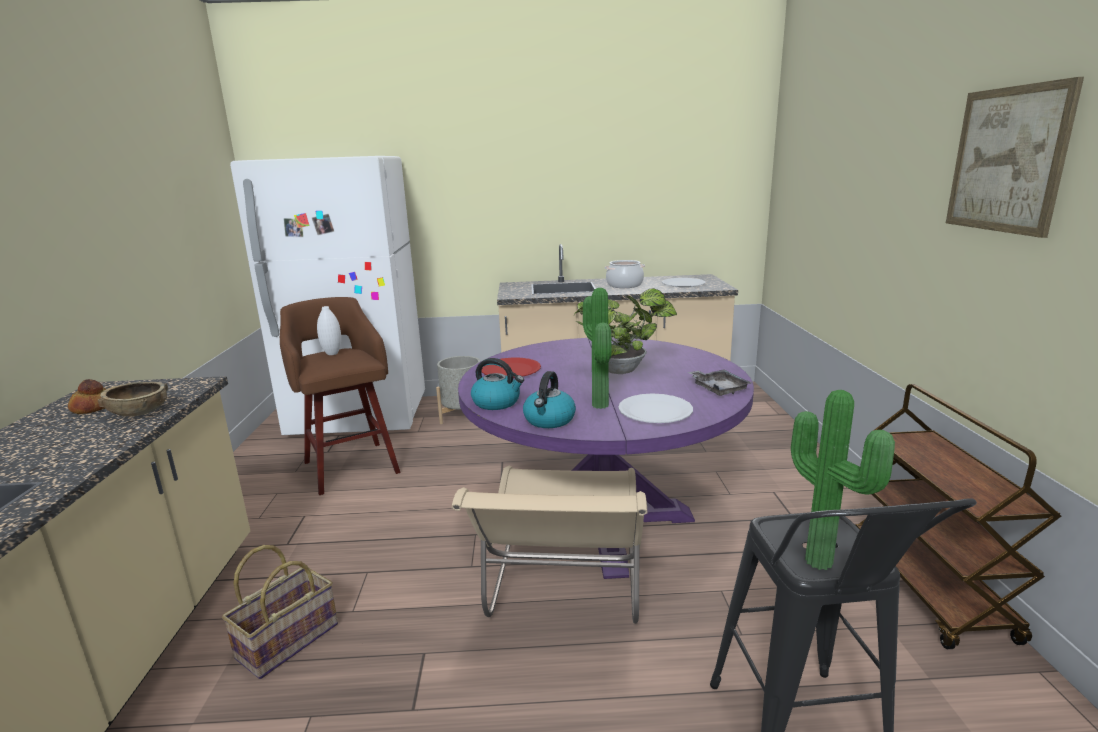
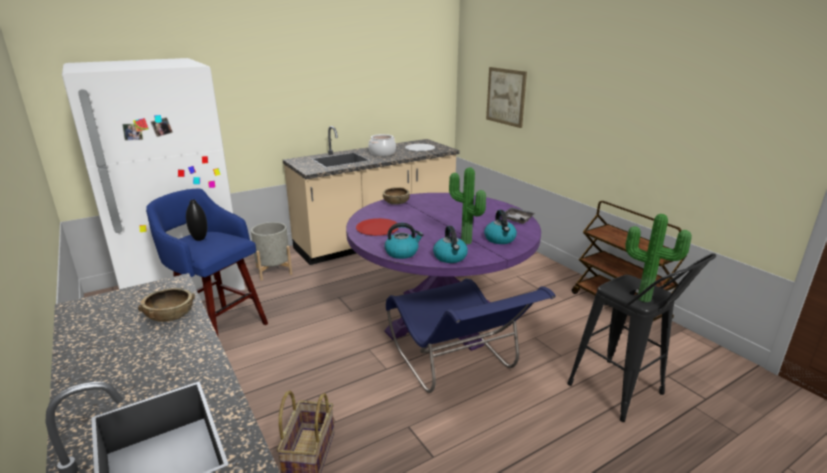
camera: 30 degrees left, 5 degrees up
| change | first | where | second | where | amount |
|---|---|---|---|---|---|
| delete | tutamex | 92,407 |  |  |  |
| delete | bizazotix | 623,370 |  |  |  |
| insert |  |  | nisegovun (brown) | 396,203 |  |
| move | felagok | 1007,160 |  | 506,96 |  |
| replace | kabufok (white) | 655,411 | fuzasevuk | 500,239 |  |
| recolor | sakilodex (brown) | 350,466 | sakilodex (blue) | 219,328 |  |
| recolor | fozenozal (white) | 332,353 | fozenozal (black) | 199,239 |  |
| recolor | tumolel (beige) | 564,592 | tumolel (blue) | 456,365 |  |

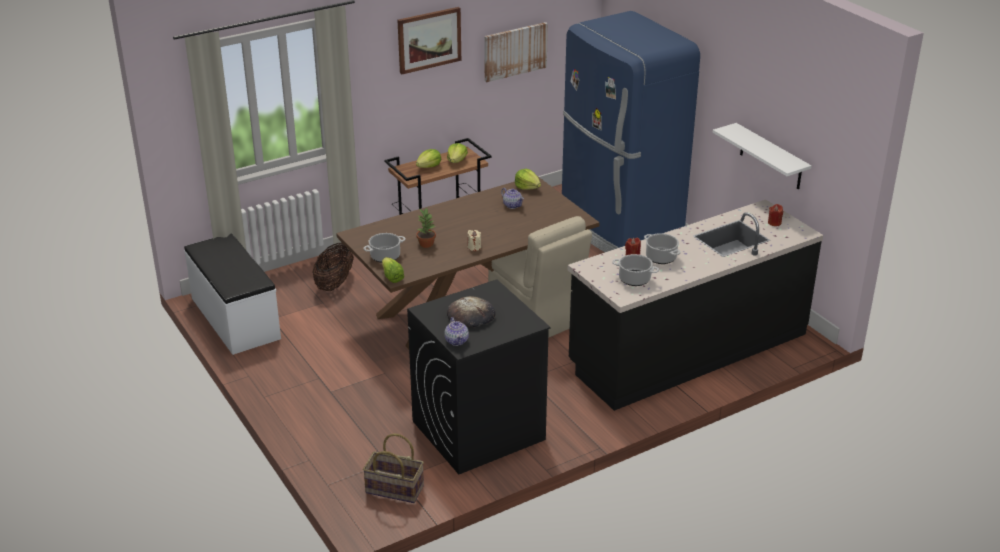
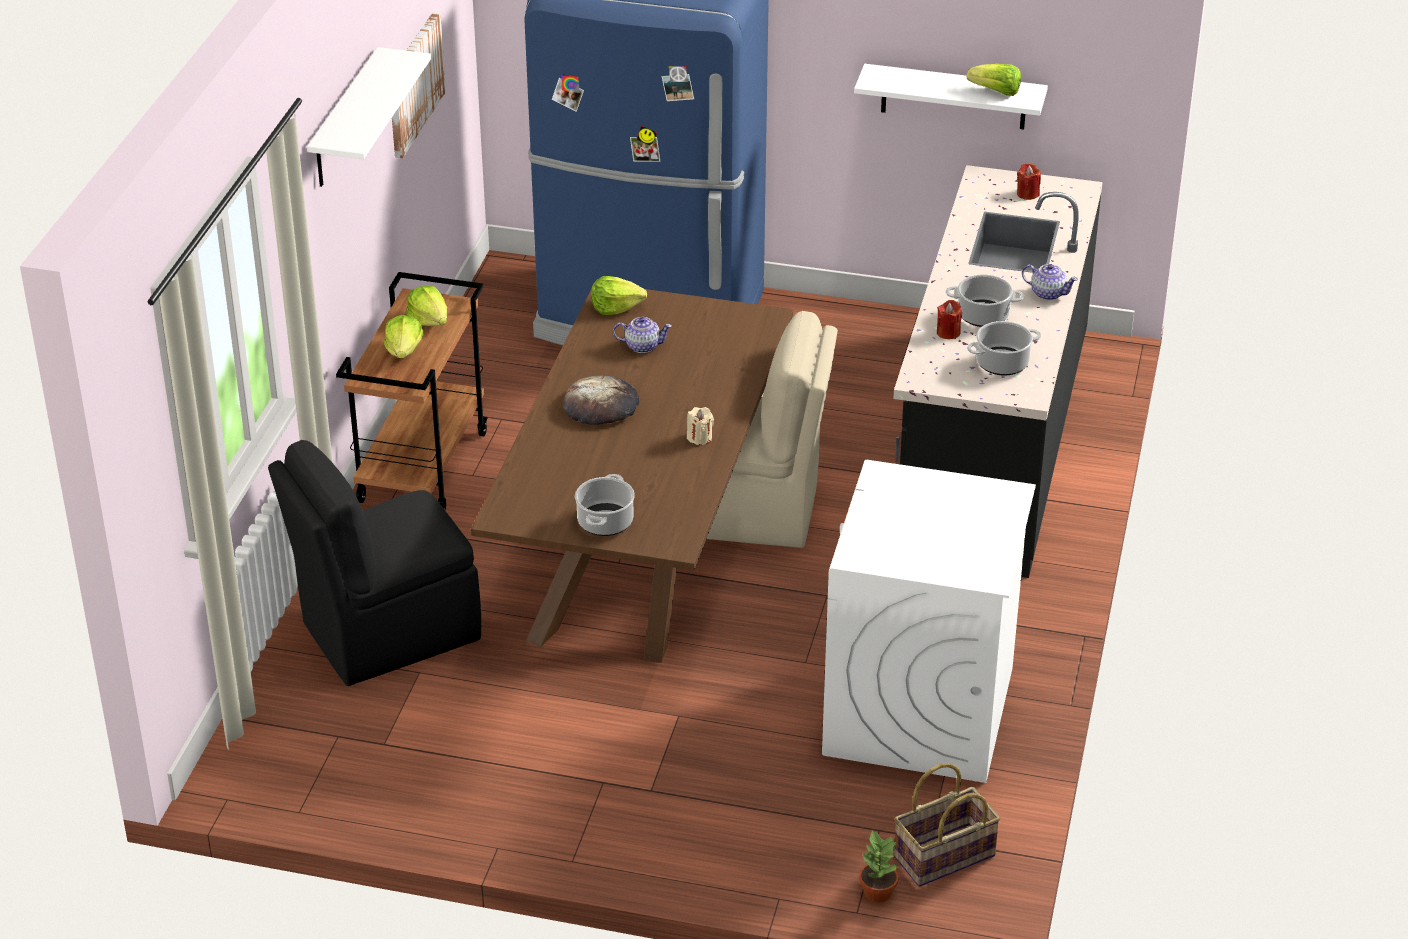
camera: 45 degrees left, 5 degrees up
| change | first | where | second | where | amount |
|---|---|---|---|---|---|
| delete | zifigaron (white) | 234,318 |  |  |  |
| move | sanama | 392,277 |  | 996,92 |  |
| move | bizazotix | 426,244 |  | 877,892 |  |
| move | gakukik | 457,341 |  | 1047,293 |  |
| move | tutamex | 471,316 |  | 601,405 |  |
| replace | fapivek | 334,283 | tumolel (black) | 386,632 |  |
| replace | felagok | 429,39 | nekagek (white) | 345,120 |  |
| recolor | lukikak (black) | 477,431 | lukikak (white) | 919,712 |  |

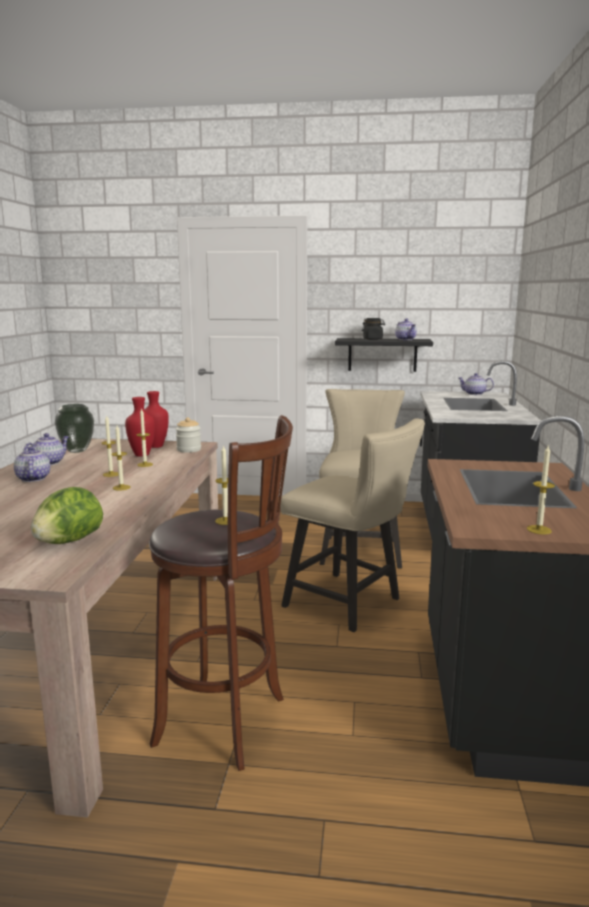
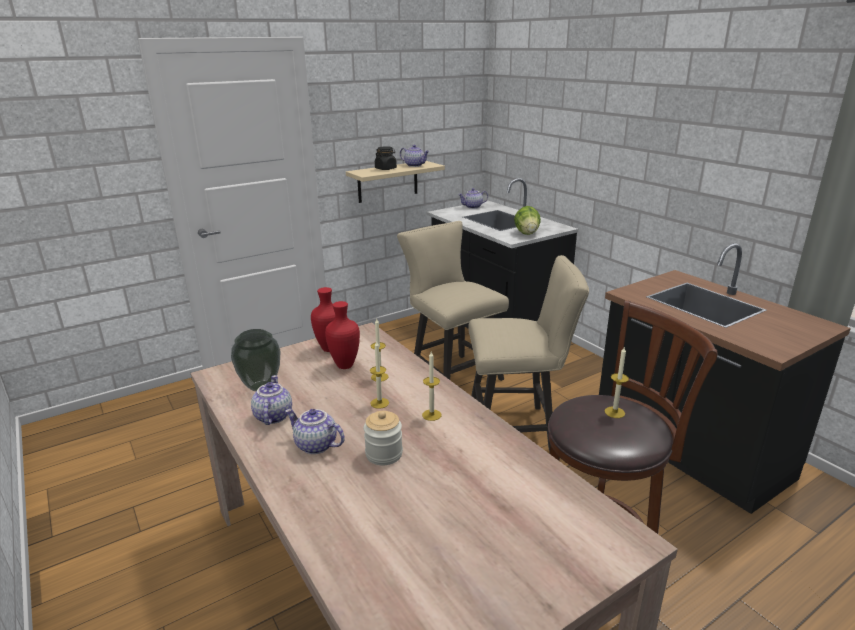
camera: 40 degrees left, 10 degrees up
| change | first | where | second | where | amount |
|---|---|---|---|---|---|
| delete | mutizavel | 539,530 |  |  |  |
| move | sanama | 68,541 |  | 527,233 |  |
| move | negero | 189,449 |  | 384,454 |  |
| recolor | nekagek (black) | 382,354 | nekagek (beige) | 388,182 |  |

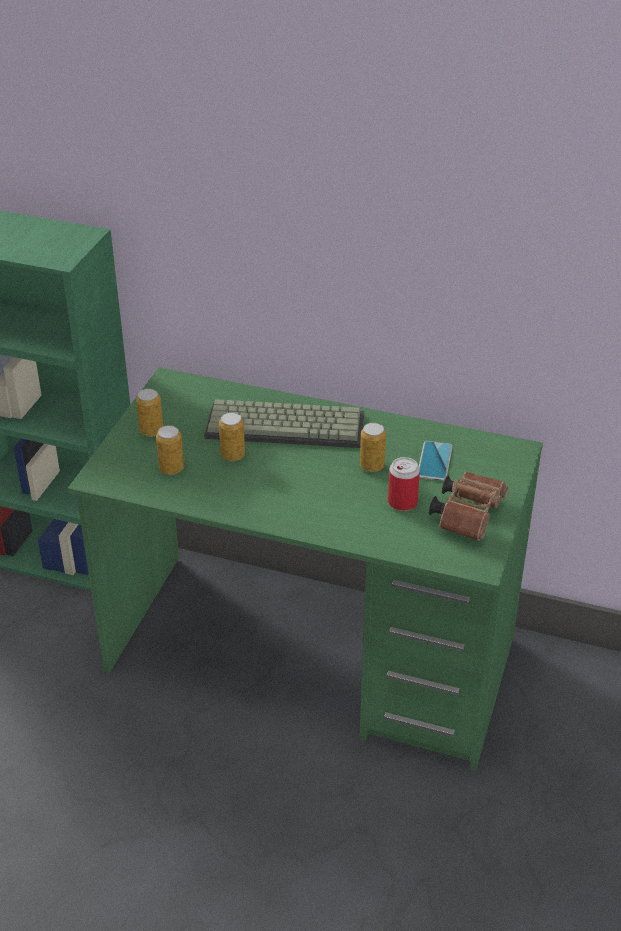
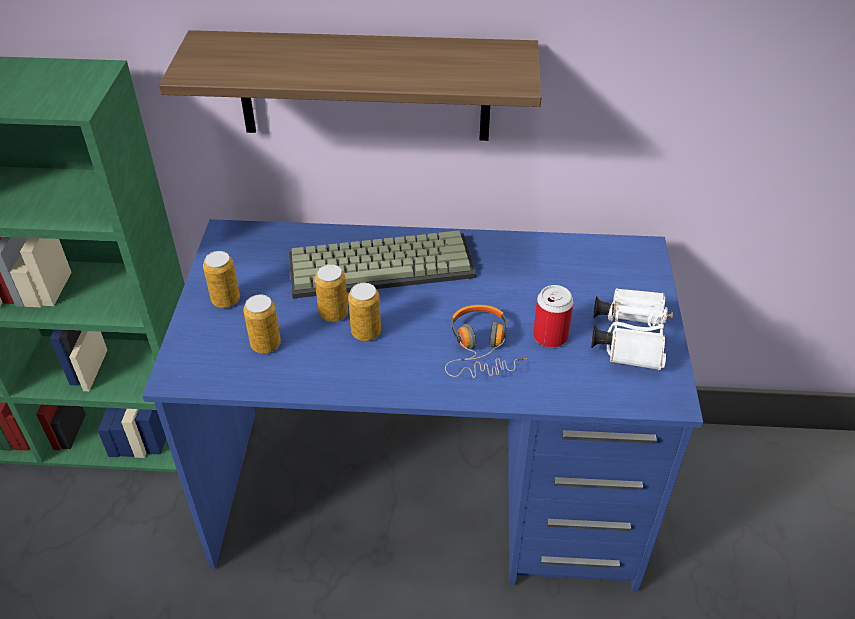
camera: 15 degrees left, 5 degrees up
| change | first | where | second | where | amount |
|---|---|---|---|---|---|
| delete | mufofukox | 434,461 |  |  |  |
| insert |  |  | nekagek | 364,86 |  |
| insert |  |  | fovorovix | 481,349 |  |
| move | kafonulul | 372,466 |  | 366,332 |  |
| recolor | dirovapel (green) | 311,657 | dirovapel (blue) | 428,497 |  |
| recolor | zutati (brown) | 468,515 | zutati (white) | 629,337 |  |

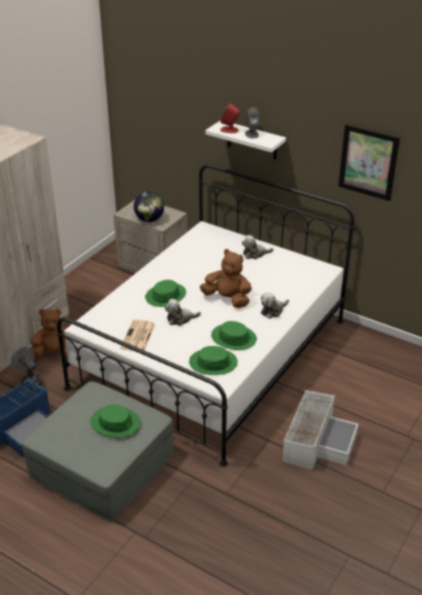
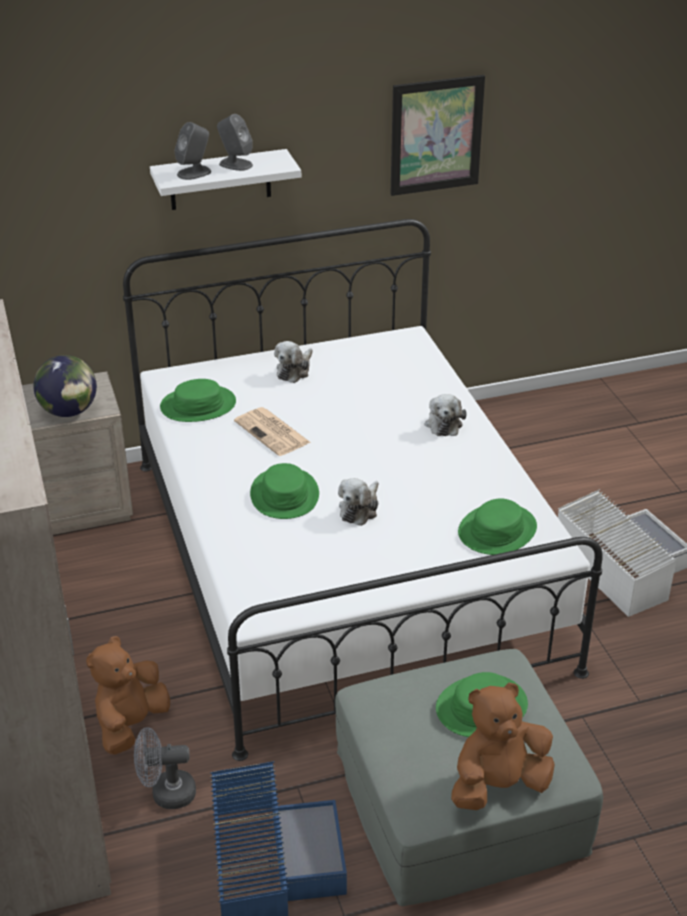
camera: 50 degrees left, 0 degrees up
| change | first | where | second | where | amount |
|---|---|---|---|---|---|
| move | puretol | 138,337 |  | 273,432 |  |
| move | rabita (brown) | 227,299 |  | 498,785 |  |
| move | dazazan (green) | 233,338 |  | 198,405 |  |
| recolor | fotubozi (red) | 229,130 | fotubozi (grey) | 194,173 |  |

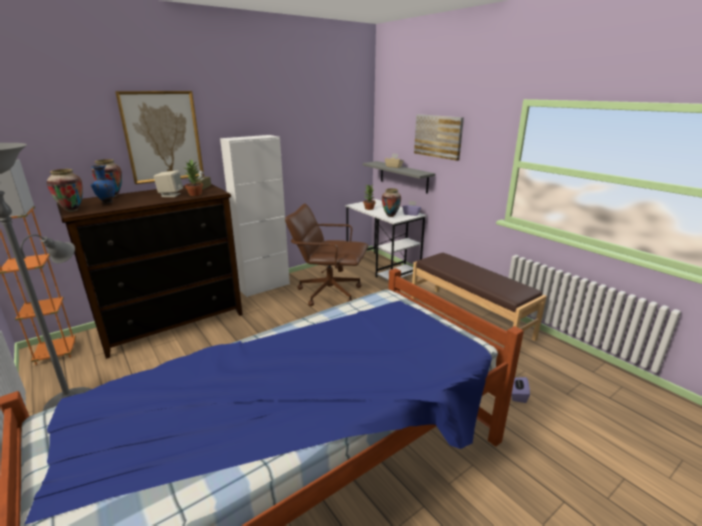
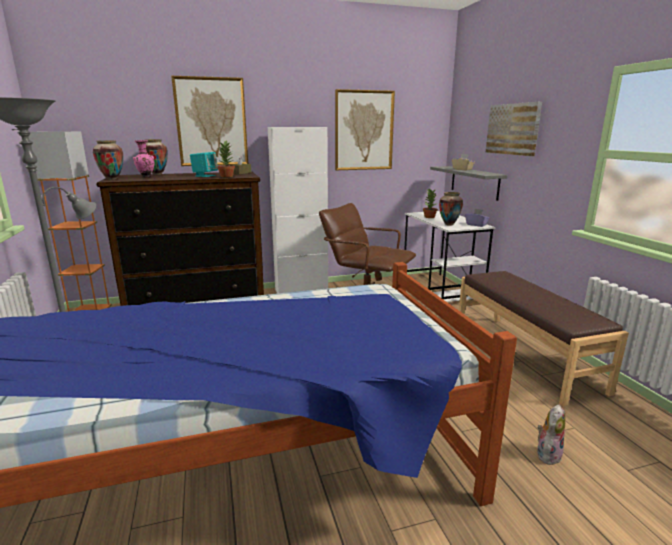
camera: 20 degrees right, 5 degrees down
| change | first | where | second | where | amount |
|---|---|---|---|---|---|
| insert |  |  | felagok | 364,130 |  |
| replace | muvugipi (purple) | 517,395 | rabita | 547,454 |  |
| recolor | fozenozal (blue) | 107,203 | fozenozal (pink) | 146,177 |  |
| recolor | fotubozi (beige) | 170,195 | fotubozi (turquoise) | 205,176 |  |

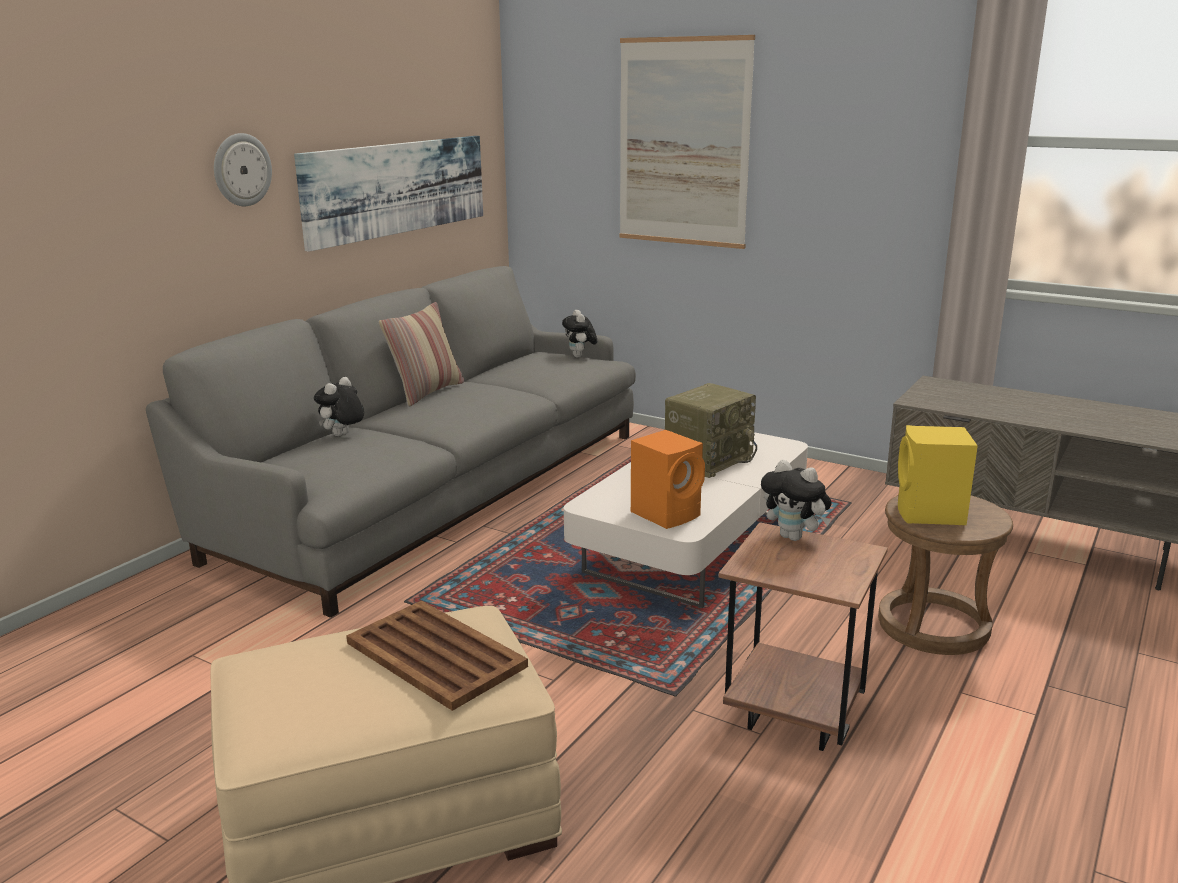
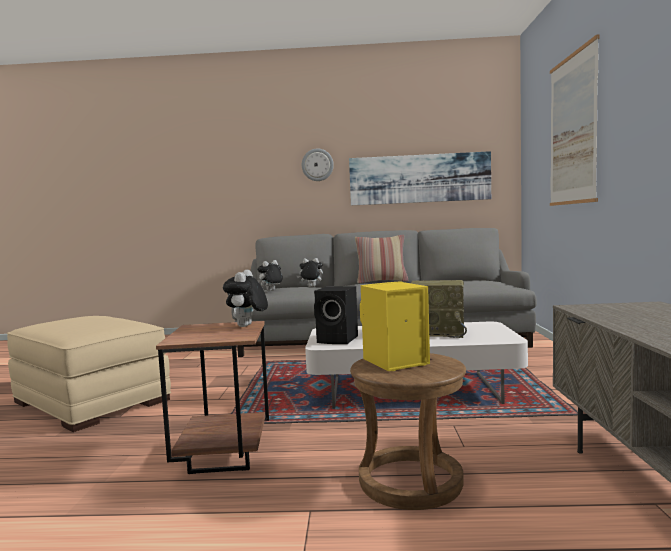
camera: 60 degrees right, 15 degrees down
| change | first | where | second | where | amount |
|---|---|---|---|---|---|
| delete | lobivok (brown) | 436,655 |  |  |  |
| move | rabita | 580,356 |  | 271,291 |  |
| recolor | fotubozi (orange) | 667,514 | fotubozi (black) | 339,340 |  |

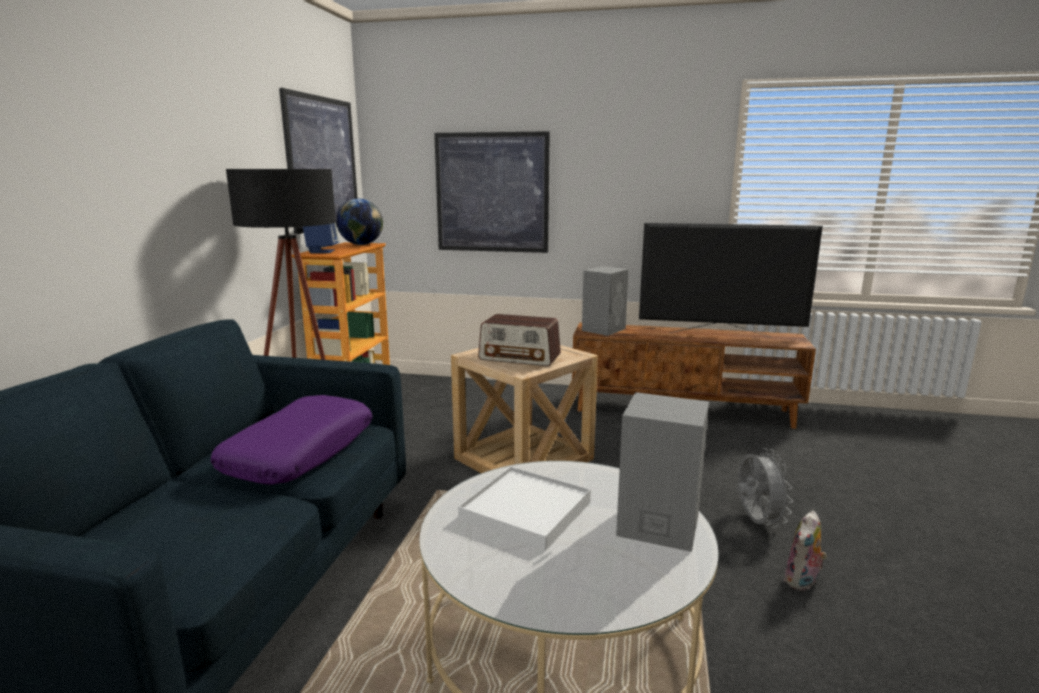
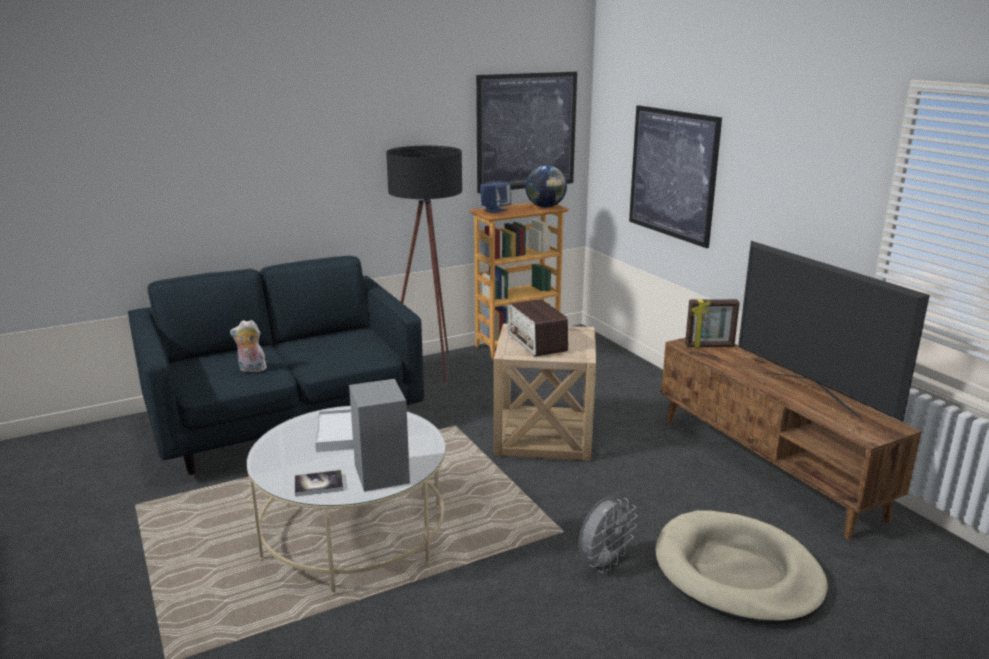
camera: 50 degrees right, 5 degrees up
| change | first | where | second | where | amount |
|---|---|---|---|---|---|
| delete | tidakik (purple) | 300,452 |  |  |  |
| insert |  |  | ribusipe | 318,484 |  |
| insert |  |  | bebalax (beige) | 737,573 |  |
| move | rabita | 802,582 |  | 251,369 |  |
| replace | fotubozi (grey) | 604,329 | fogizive | 709,346 |  |

